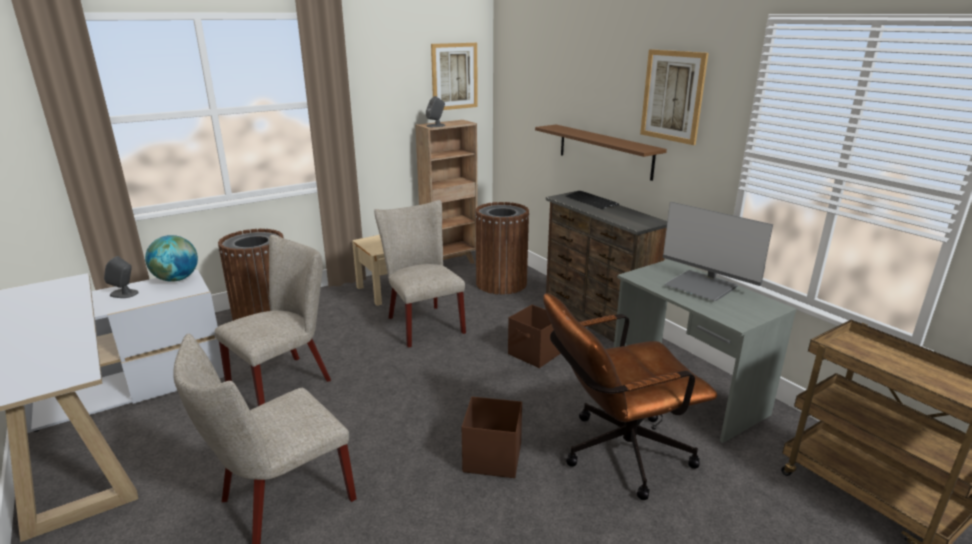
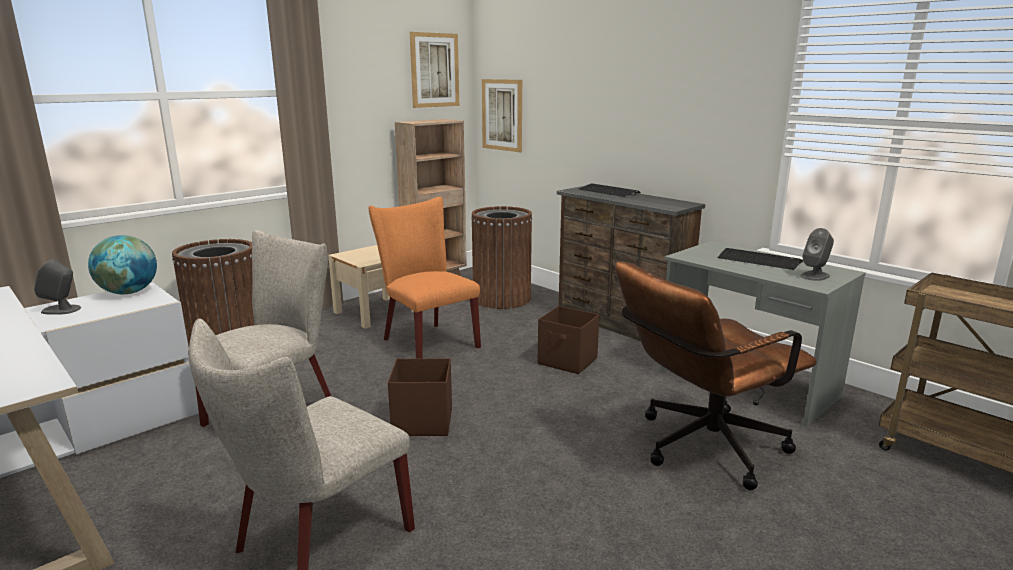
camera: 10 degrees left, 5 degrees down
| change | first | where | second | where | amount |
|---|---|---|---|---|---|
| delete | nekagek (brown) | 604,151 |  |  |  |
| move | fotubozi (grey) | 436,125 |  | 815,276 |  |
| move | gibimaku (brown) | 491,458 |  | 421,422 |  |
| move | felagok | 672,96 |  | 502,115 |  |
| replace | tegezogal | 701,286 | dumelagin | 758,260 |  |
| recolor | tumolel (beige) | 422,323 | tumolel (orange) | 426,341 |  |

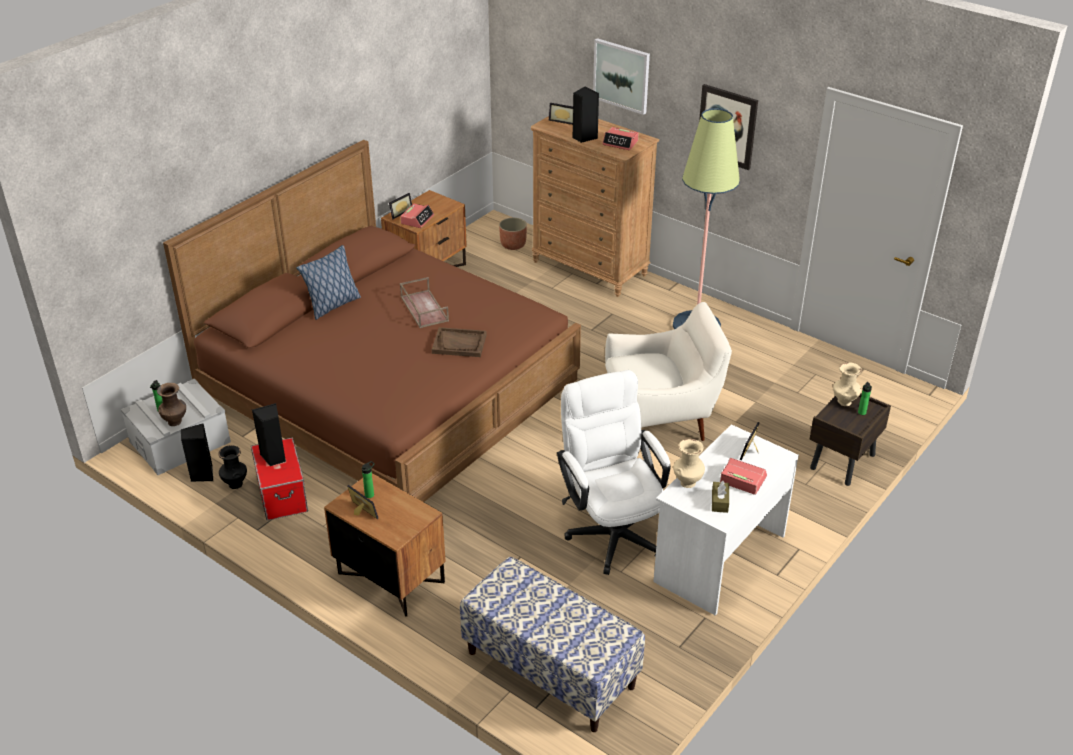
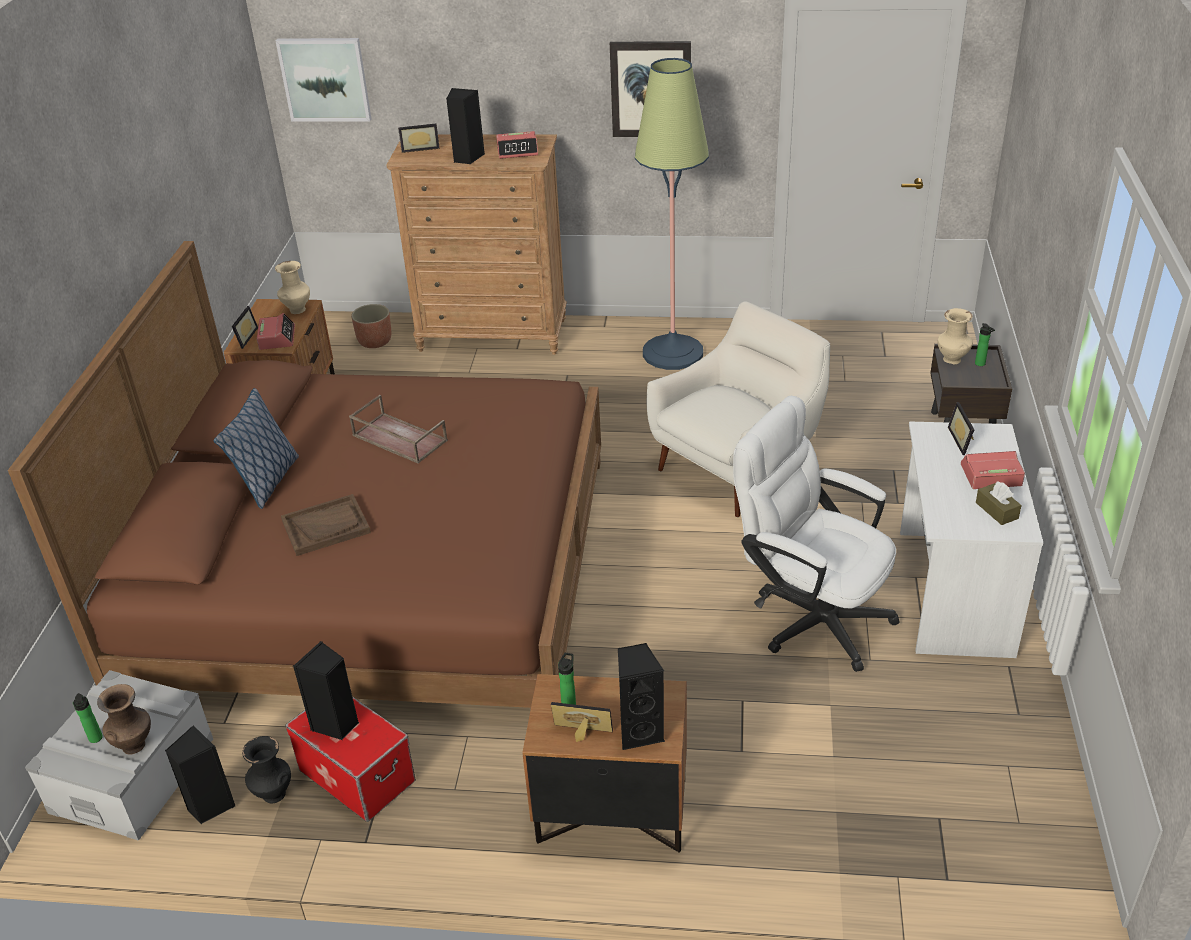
camera: 30 degrees left, 0 degrees up
| change | first | where | second | where | amount |
|---|---|---|---|---|---|
| delete | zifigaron | 550,670 |  |  |  |
| insert |  |  | fotubozi (black) | 639,731 |  |
| move | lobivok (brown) | 459,344 |  | 326,526 |  |
| move | felagok | 621,75 |  | 325,79 |  |
| move | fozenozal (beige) | 687,483 |  | 297,310 |  |

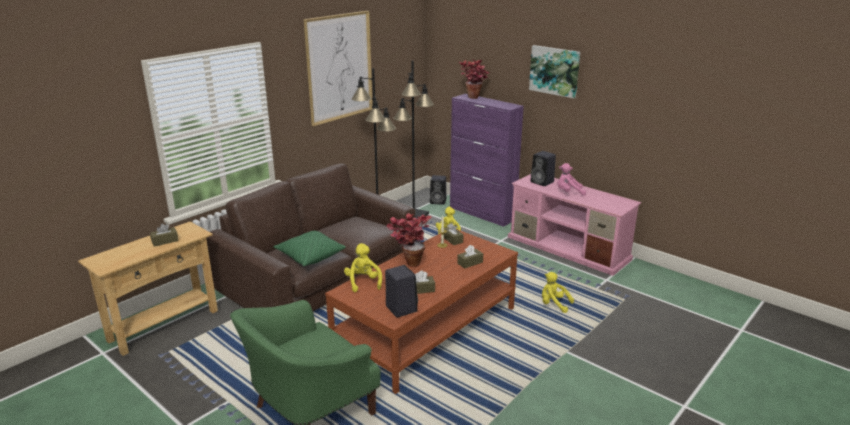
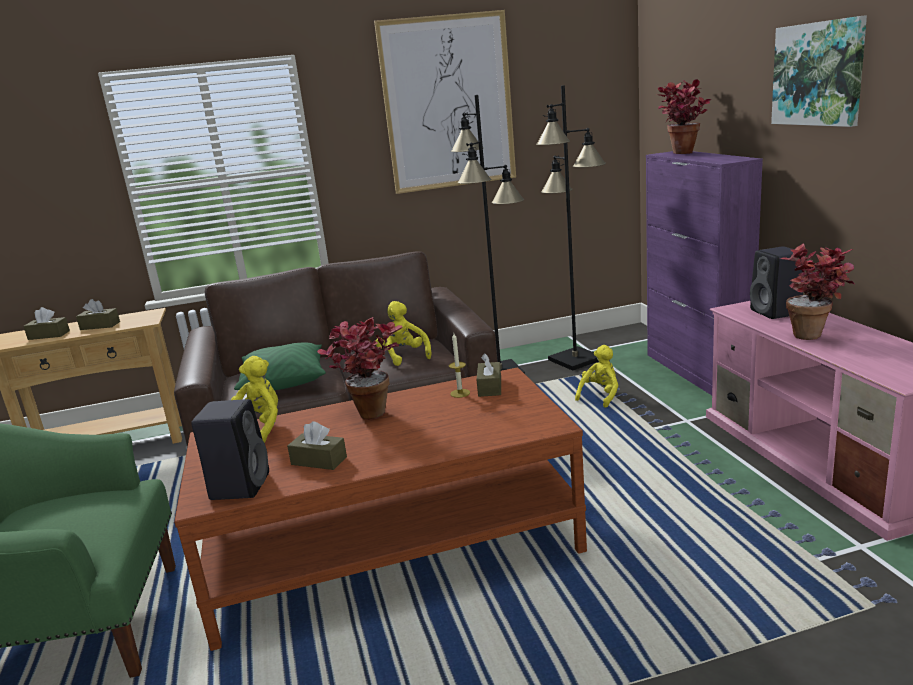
camera: 35 degrees right, 5 degrees down
| change | first | where | second | where | amount |
|---|---|---|---|---|---|
| delete | fotubozi (black) | 438,201 |  |  |  |
| move | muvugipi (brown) | 470,263 |  | 49,335 |  |
| move | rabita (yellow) | 554,304 |  | 403,356 |  |
| replace | rabita (pink) | 569,192 | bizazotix | 816,335 |  |

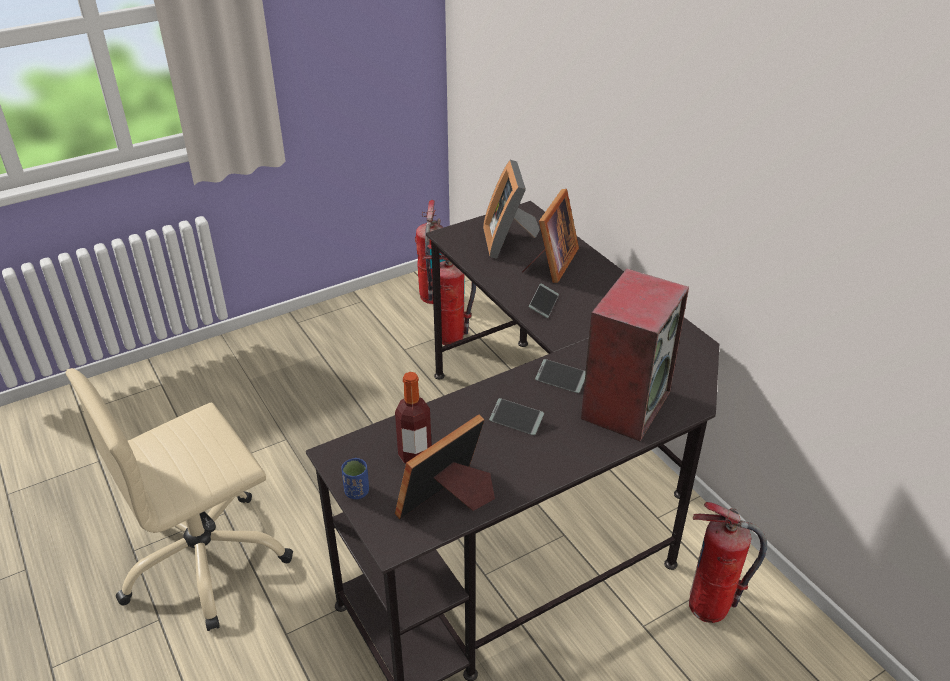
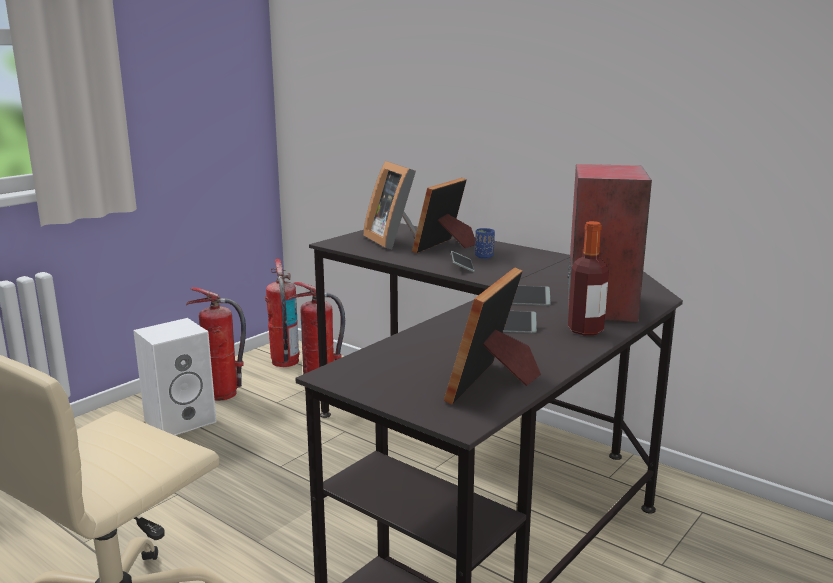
camera: 20 degrees left, 20 degrees down
| change | first | where | second | where | amount |
|---|---|---|---|---|---|
| insert |  |  | fotubozi (white) | 181,420 |  |
| move | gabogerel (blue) | 357,492 |  | 484,256 |  |
| move | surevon | 415,455 |  | 585,330 |  |
| move | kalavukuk | 709,607 |  | 222,394 |  |
| rotate | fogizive | 551,264 |  | 446,247 | 150 degrees counterclockwise |

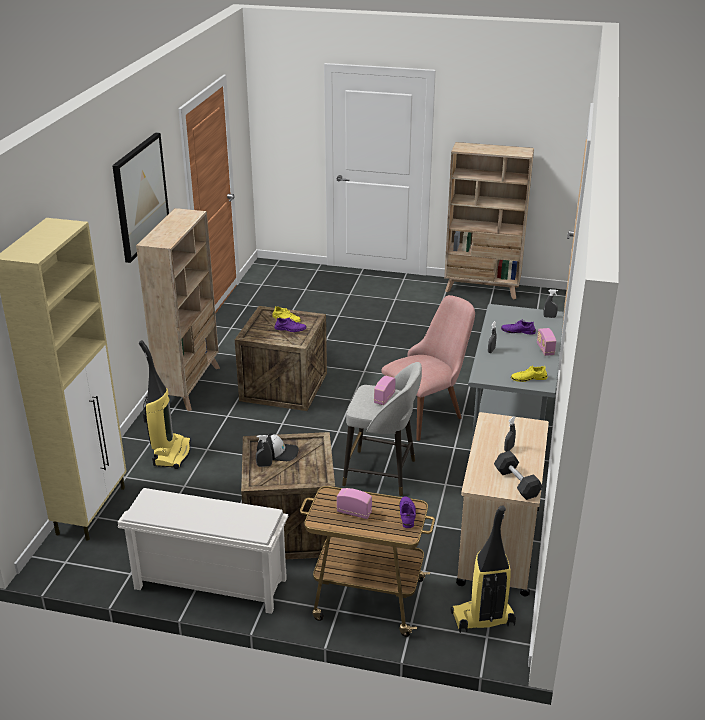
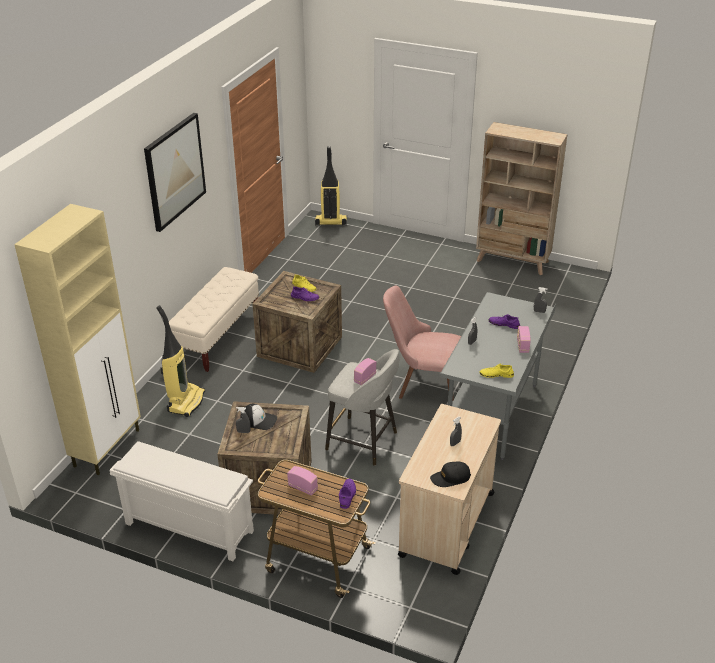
camera: 10 degrees right, 5 degrees up
| change | first | where | second | where | amount |
|---|---|---|---|---|---|
| move | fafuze | 482,619 |  | 330,222 |  |
| replace | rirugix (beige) | 190,386 | zifigaron (beige) | 217,337 |  |
| replace | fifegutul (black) | 517,483 | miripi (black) | 450,478 |  |
| rotate | tumolel (pink) | 427,411 |  | 422,384 | 135 degrees counterclockwise |

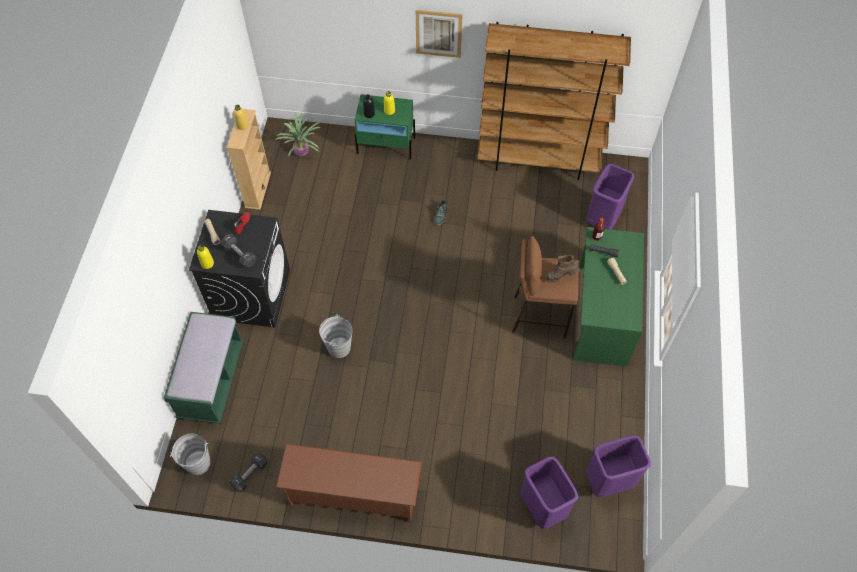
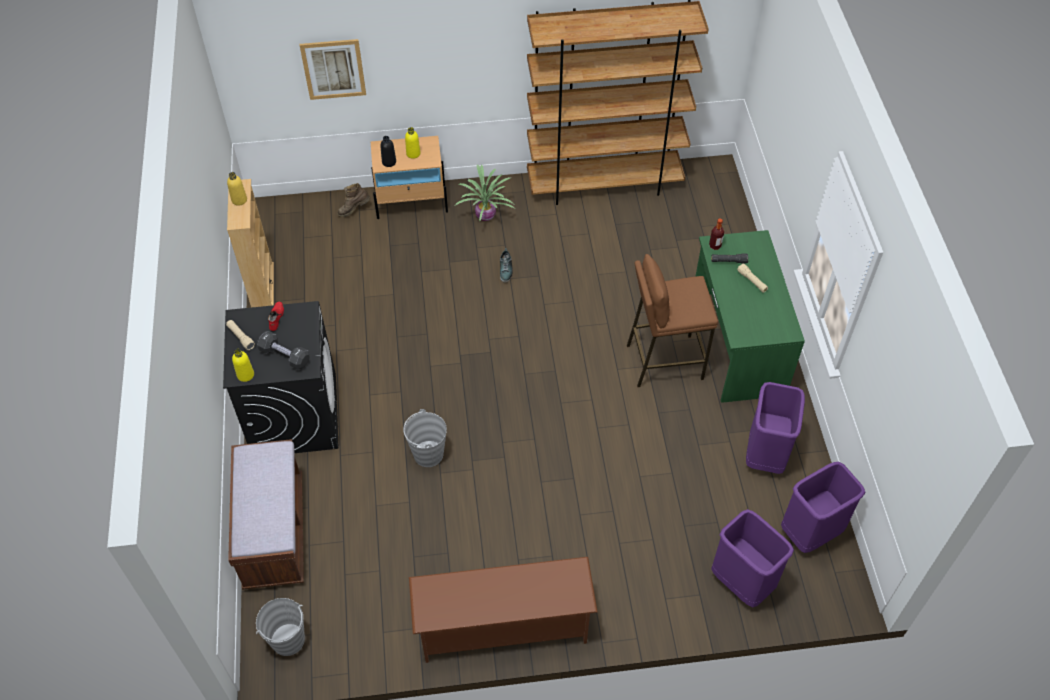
camera: 15 degrees left, 5 degrees down
| change | first | where | second | where | amount |
|---|---|---|---|---|---|
| delete | fifegutul (black) | 250,474 |  |  |  |
| move | bizazotix | 302,151 |  | 486,215 |  |
| move | felagok | 438,33 |  | 333,69 |  |
| move | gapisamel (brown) | 561,276 |  | 354,210 |  |
| move | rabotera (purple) | 602,218 |  | 764,454 |  |
| recolor | zifigaron (green) | 211,380 | zifigaron (brown) | 274,532 |  |
| recolor | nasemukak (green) | 386,145 | nasemukak (beige) | 411,202 |  |

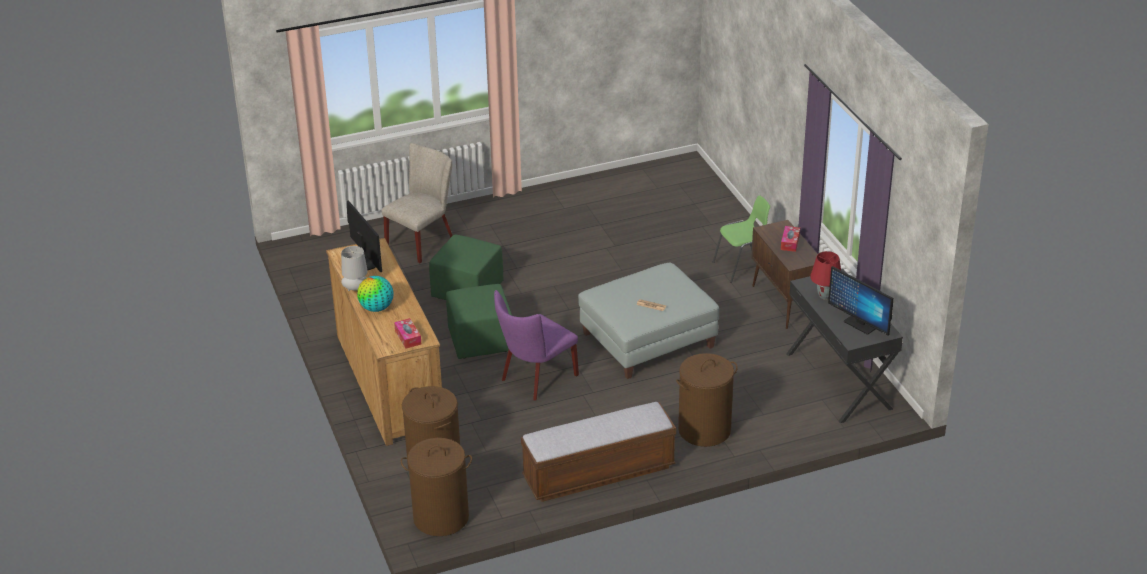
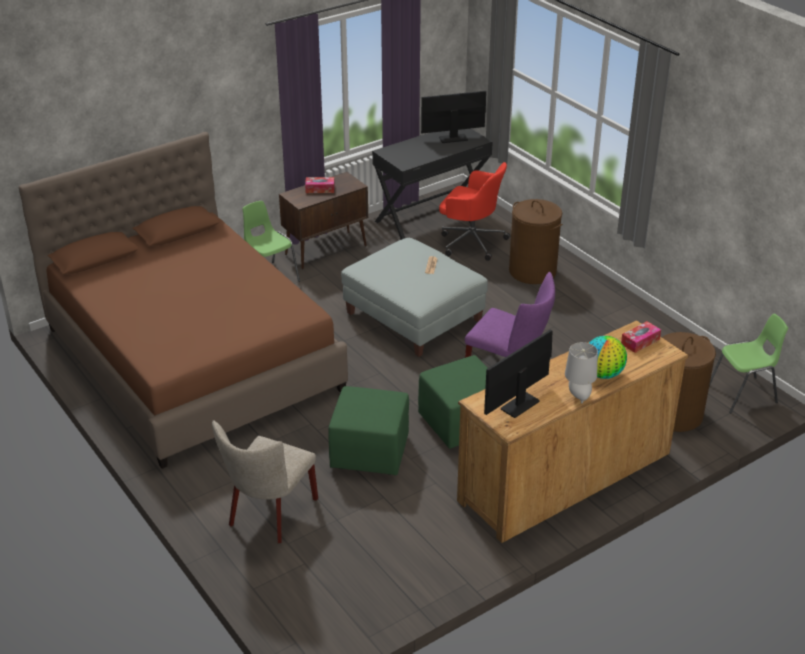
camera: 105 degrees left, 0 degrees up
| change | first | where | second | where | amount |
|---|---|---|---|---|---|
| delete | zifigaron | 598,473 |  |  |  |
| delete | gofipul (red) | 824,296 |  |  |  |
| insert |  |  | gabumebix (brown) | 193,358 |  |
| insert |  |  | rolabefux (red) | 471,241 |  |
| replace | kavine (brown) | 440,518 | tumolel (green) | 743,394 |  |
| rotate | tumolel (beige) | 423,240 |  | 269,515 | 90 degrees counterclockwise |
| rotate | tegezogal | 860,324 |  | 453,138 | 135 degrees counterclockwise |

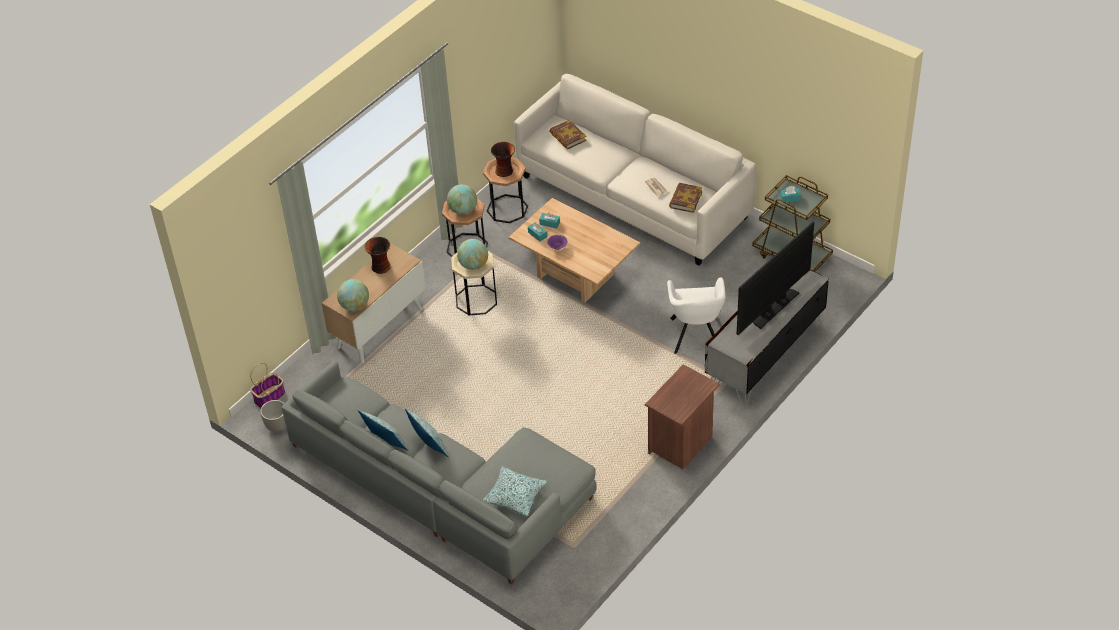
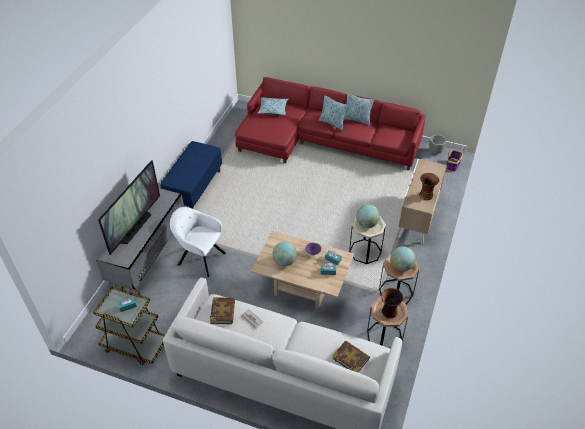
camera: 160 degrees right, 0 degrees up
| change | first | where | second | where | amount |
|---|---|---|---|---|---|
| move | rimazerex | 354,306 |  | 285,261 |  |
| replace | nasemukak (brown) | 681,445 | zifigaron (blue) | 194,188 |  |
| recolor | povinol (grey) | 445,489 | povinol (red) | 321,140 |  |
| rotate | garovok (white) | 696,336 |  | 200,258 | 45 degrees counterclockwise |

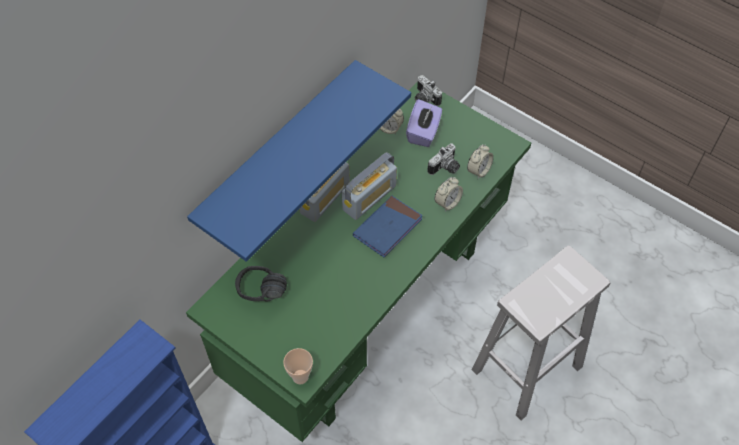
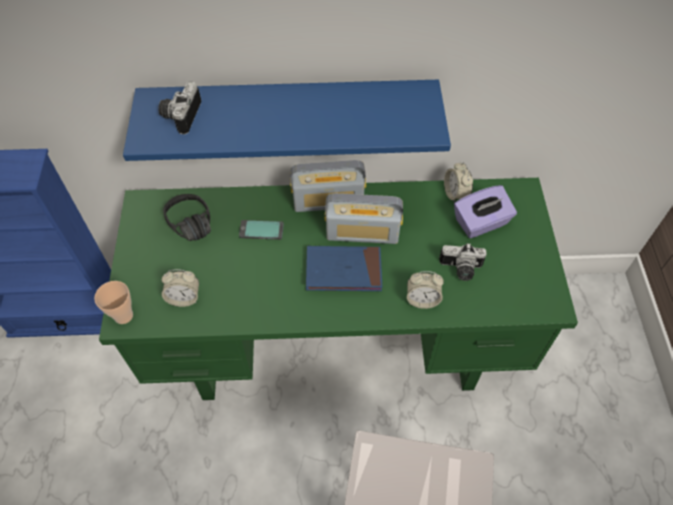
camera: 50 degrees right, 0 degrees up
| change | first | where | second | where | amount |
|---|---|---|---|---|---|
| insert |  |  | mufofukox | 261,230 |  |
| move | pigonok | 424,99 |  | 180,115 |  |
| move | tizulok | 478,171 |  | 184,297 |  |

